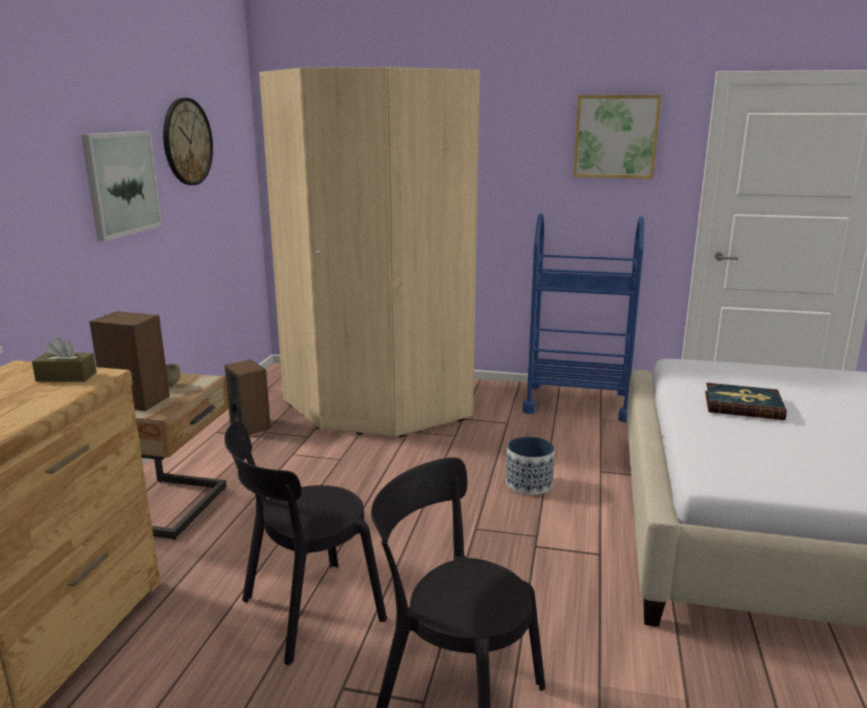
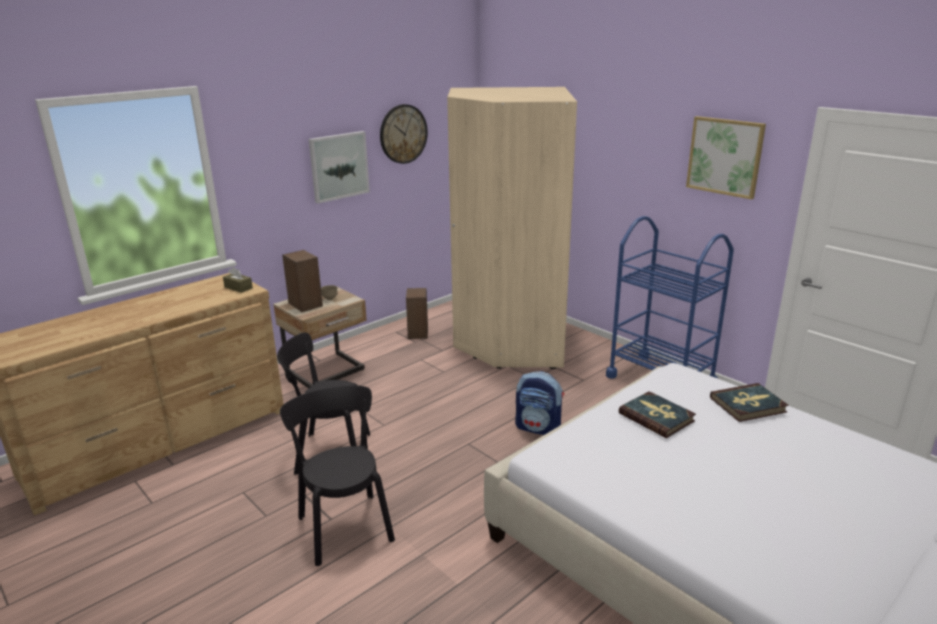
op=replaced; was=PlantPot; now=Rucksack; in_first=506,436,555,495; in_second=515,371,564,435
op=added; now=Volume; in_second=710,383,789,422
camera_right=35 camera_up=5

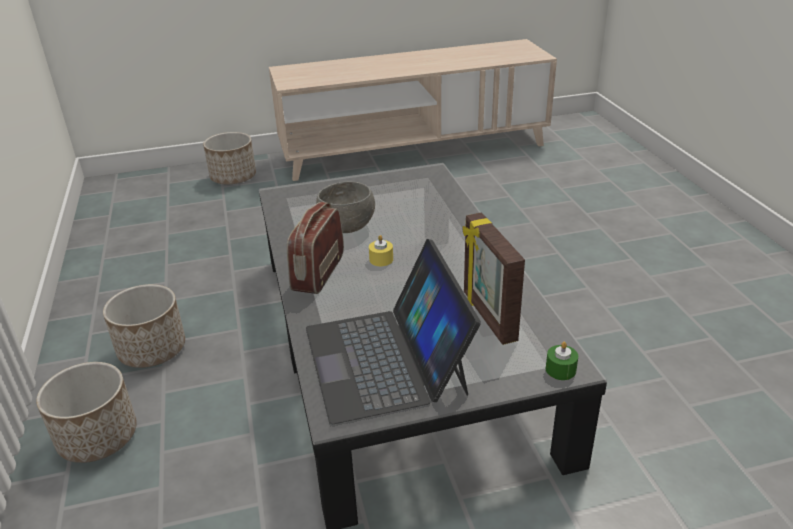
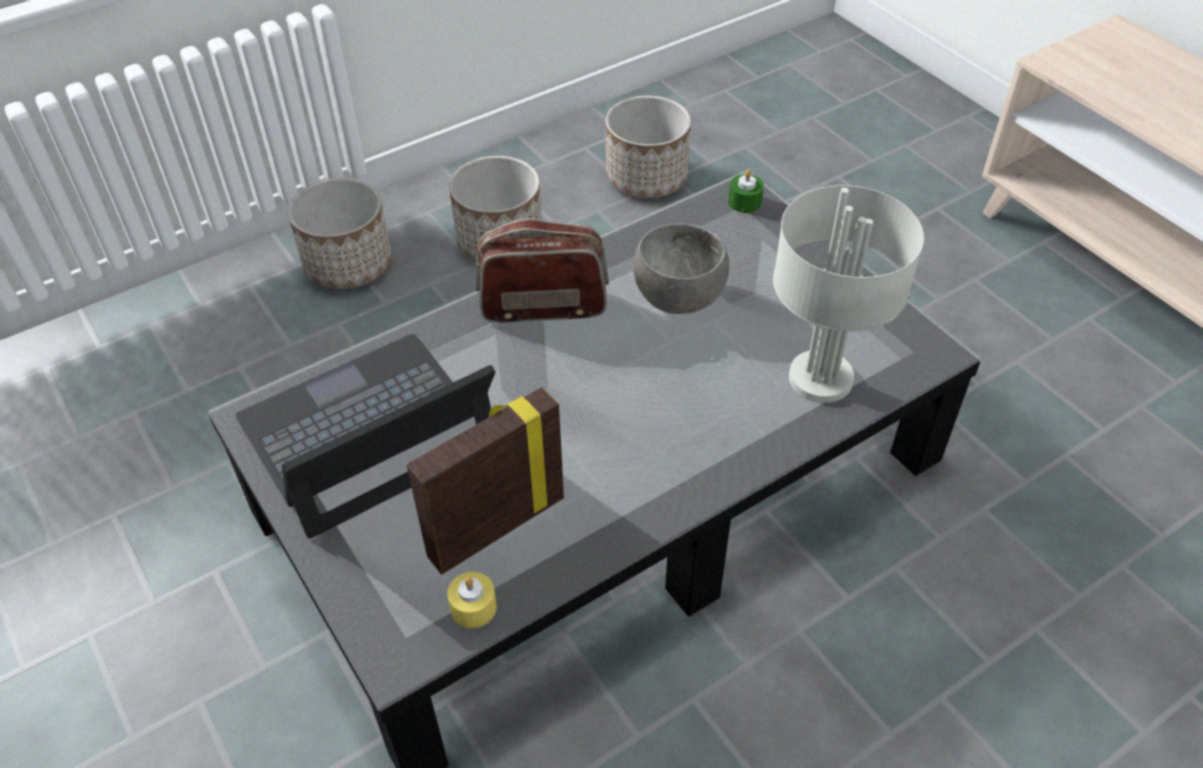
op=moved; was=YellowishWaxLight; in_first=369,235,393,266; in_second=447,572,497,628
op=moved; was=PlantPot; in_first=203,132,256,184; in_second=606,96,691,198
op=moved; was=GreenWaxLight; in_first=546,342,578,380; in_second=728,169,764,213
op=added; now=GreyLampForATable; in_second=773,185,924,403
camera_right=70 camera_up=15

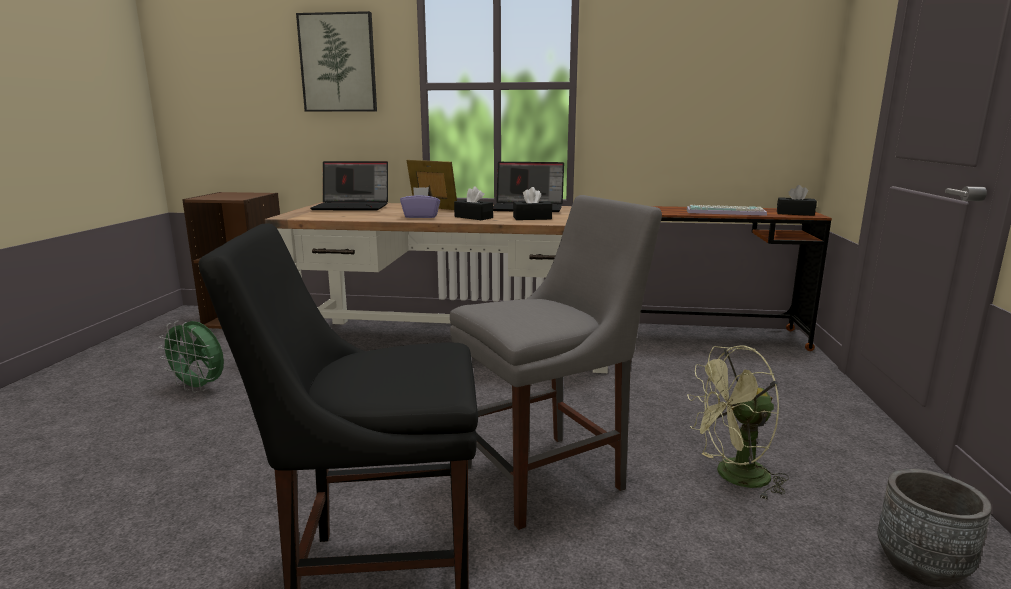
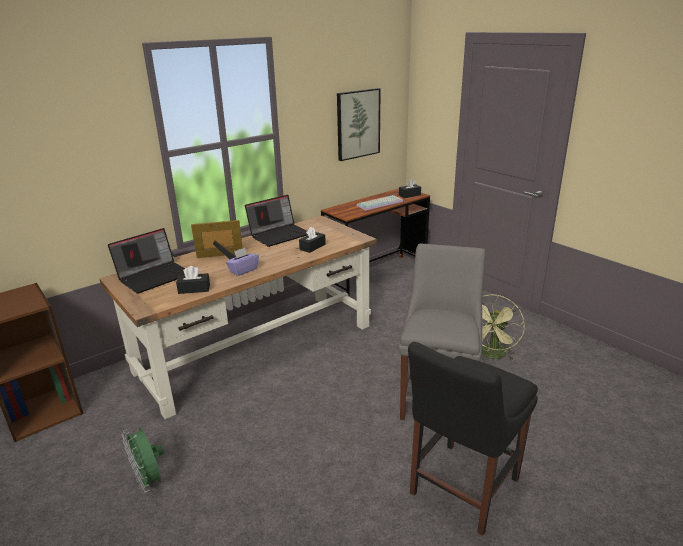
op=turned; was=GreenElectricFan; in_first=158,321,224,393; in_second=122,427,164,493; clockwise=75
op=moved; was=BlackTissueBox; in_first=454,186,493,220; in_second=176,266,210,294
op=moved; was=WallArt; in_first=296,11,377,112; in_second=337,88,381,161
op=removed; was=GreyPlantPot; in_first=878,469,992,587
camera_right=-45 camera_up=10

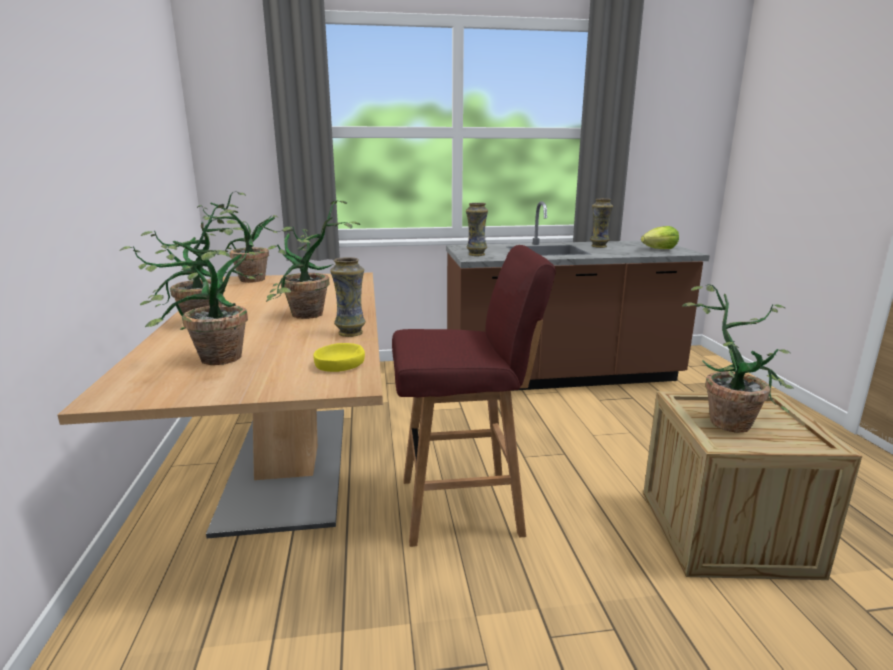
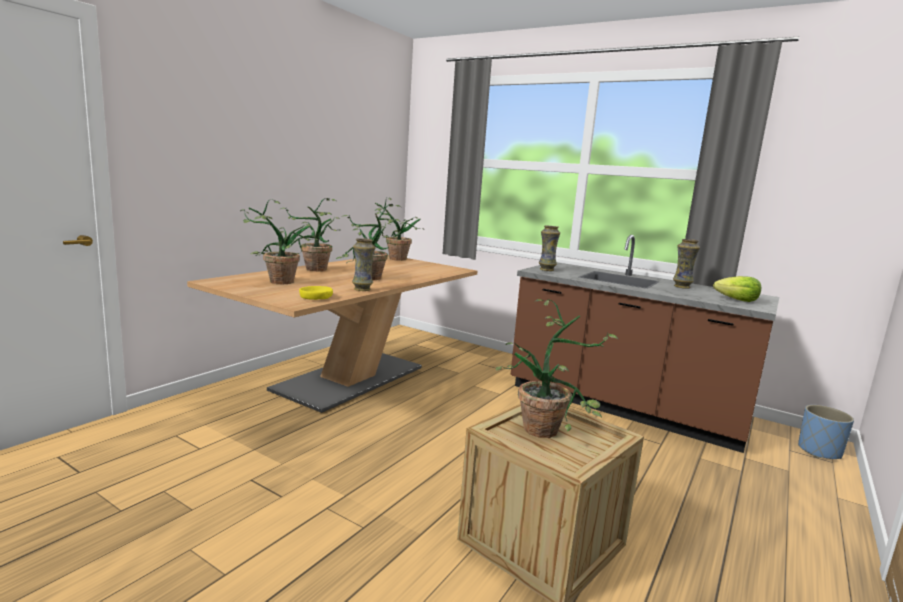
op=added; now=BluePlantPot; in_second=798,405,854,459
op=removed; was=ReddishStool; in_first=392,245,556,547
camera_right=40 camera_up=-5

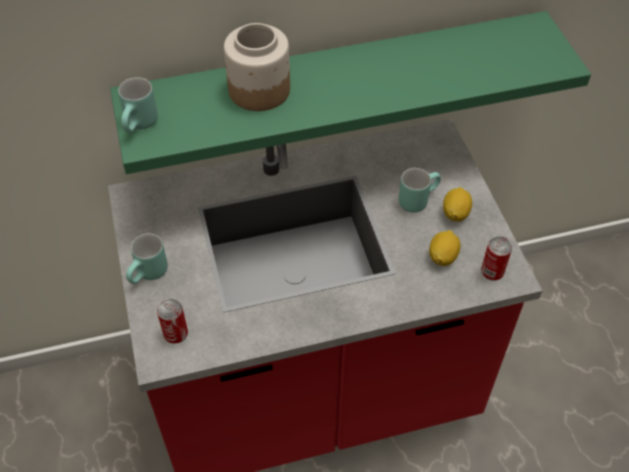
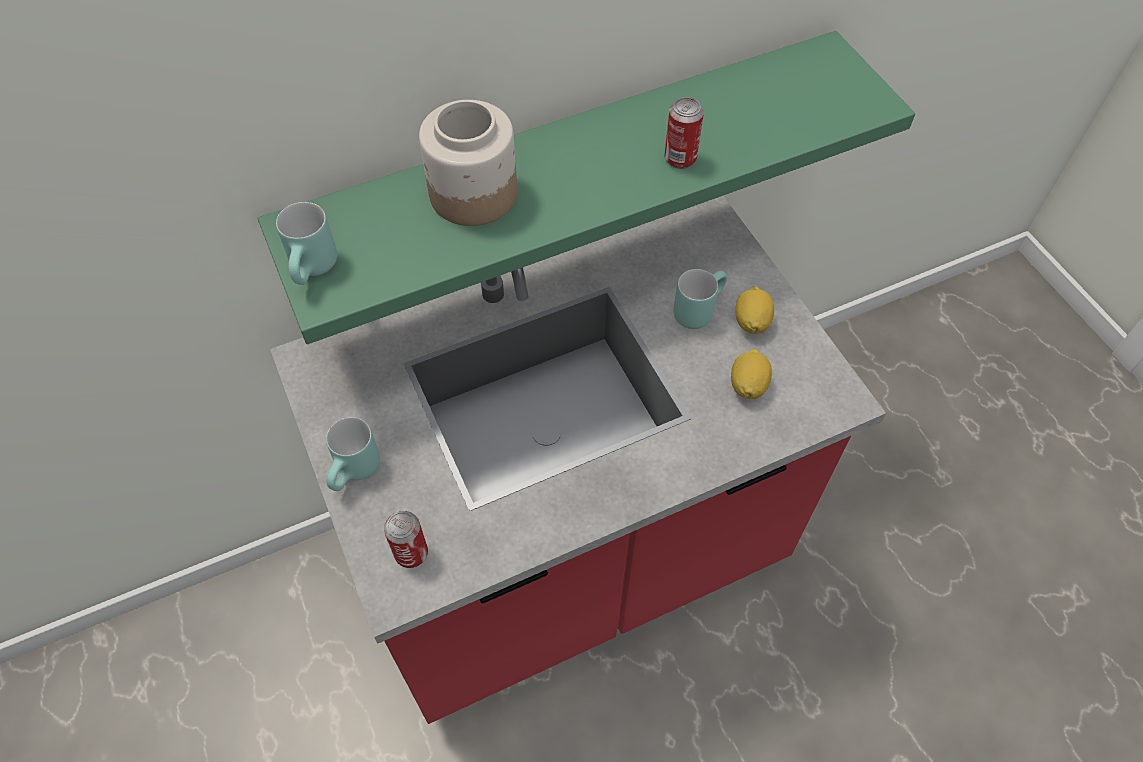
op=moved; was=SealedCan; in_first=481,236,512,281; in_second=664,97,704,169
camera_right=-10 camera_up=5

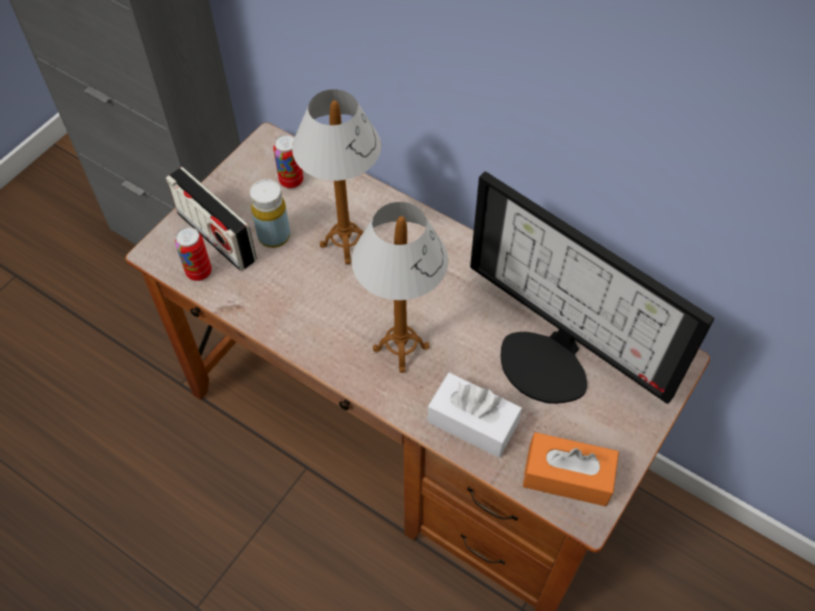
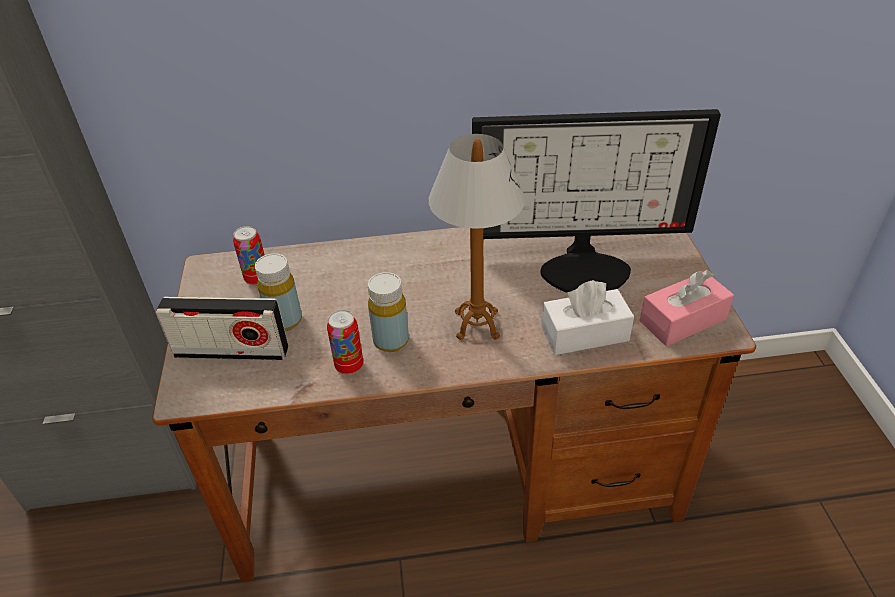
op=moved; was=SealedCan; in_first=175,227,212,281; in_second=327,310,363,375
op=added; now=YellowishBottle; in_second=368,272,409,352
op=recoloured; was=OrangeTissueBox; now=PinkColouredTissueBox; in_first=523,432,619,506; in_second=640,270,734,346
op=removed; was=LampForATable; in_first=292,89,381,264
camera_right=-40 camera_up=-15

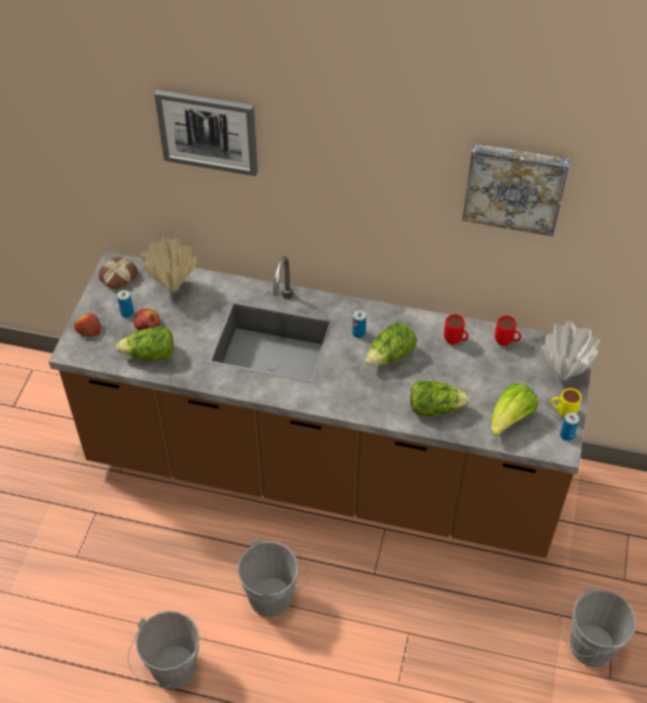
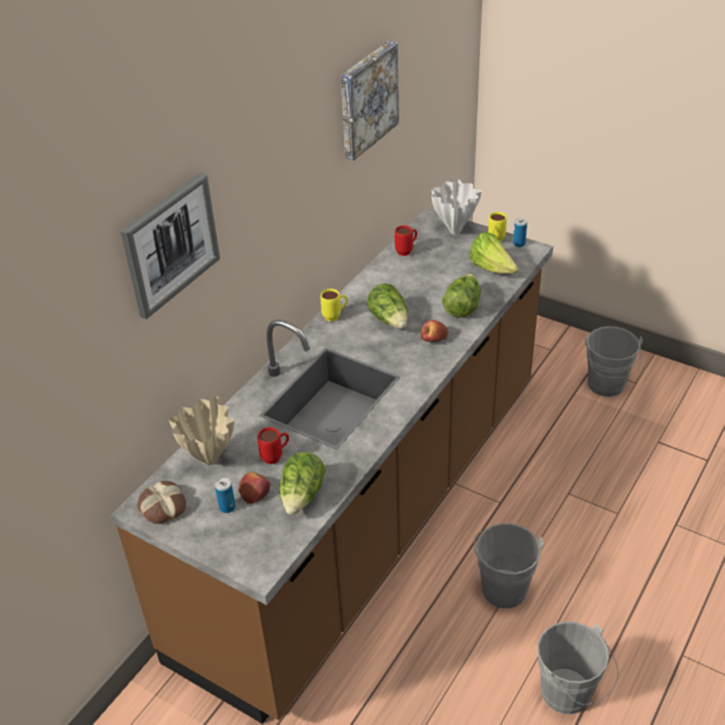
op=moved; was=ReddishMug; in_first=444,314,469,345; in_second=257,427,289,464
op=added; now=YellowishMug; in_second=320,289,348,321
op=moved; was=WholeApple; in_first=74,313,101,337; in_second=421,320,448,342
op=removed; was=SealedCan; in_first=352,310,366,338
camera_right=-70 camera_up=-10

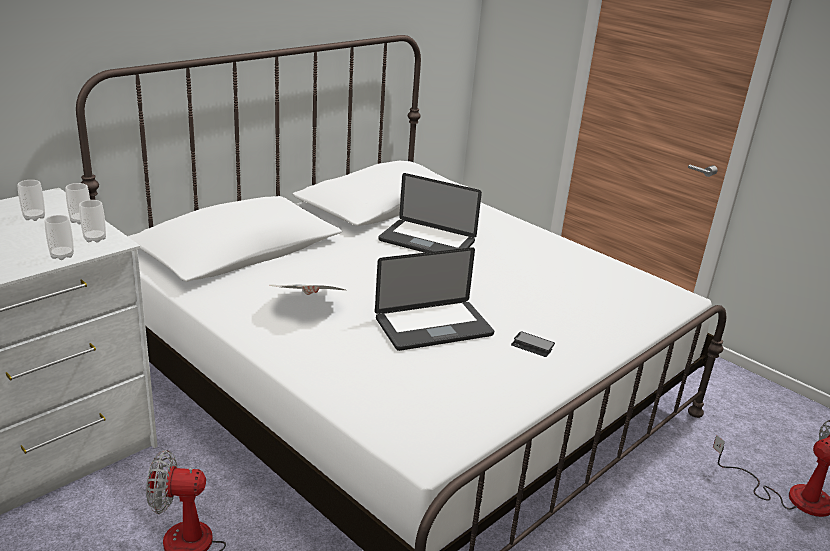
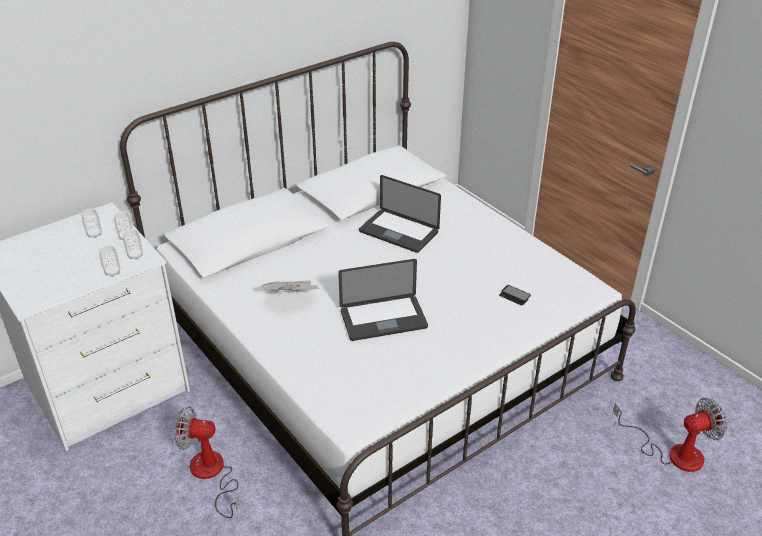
op=moved; was=Phone; in_first=511,331,555,357; in_second=499,285,531,306
camera_right=10 camera_up=10

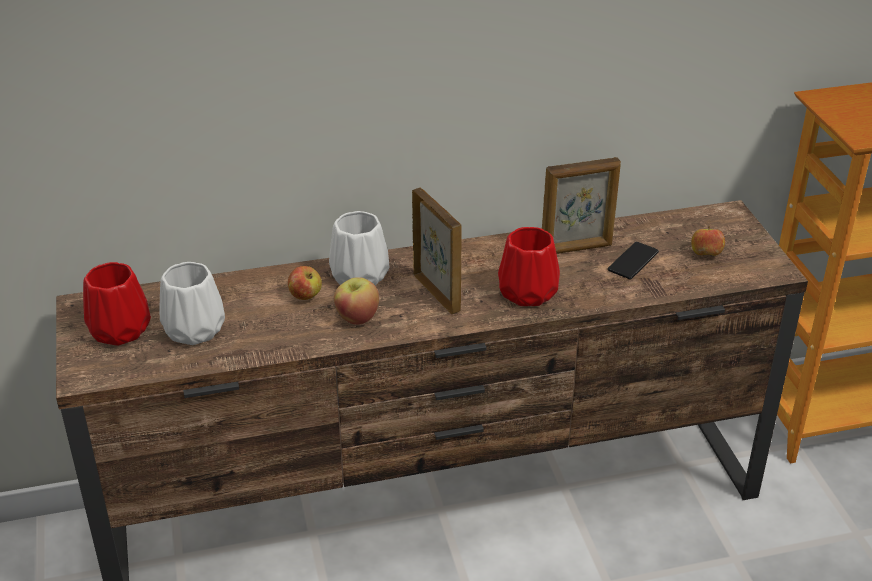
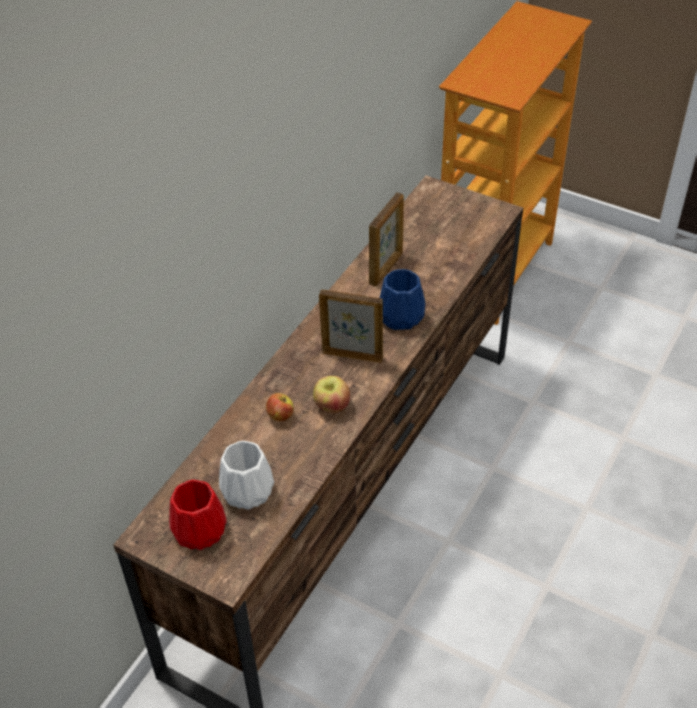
op=recoloured; was=ReddishVase; now=BlueVase; in_first=498,227,560,306; in_second=380,269,425,330
op=removed; was=WhiteVase; in_first=329,211,390,286
op=removed; was=Phone; in_first=608,242,659,279
op=removed; was=WholeApple; in_first=691,226,725,256
camera_right=-45 camera_up=10

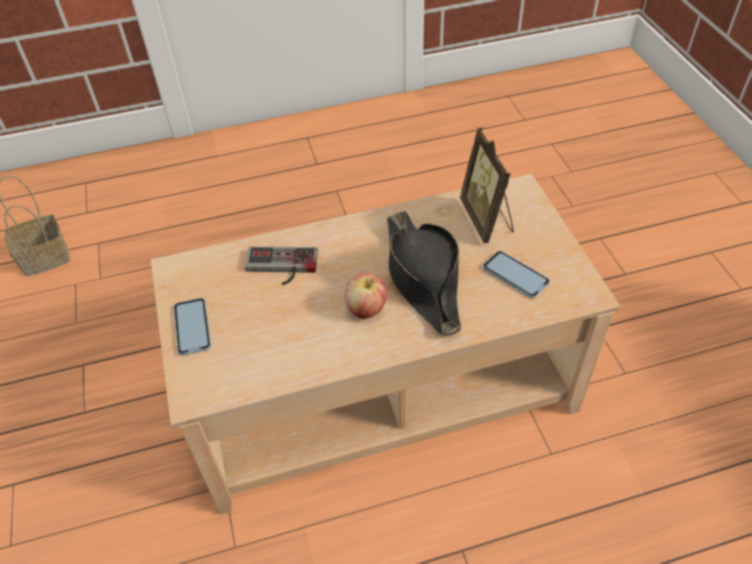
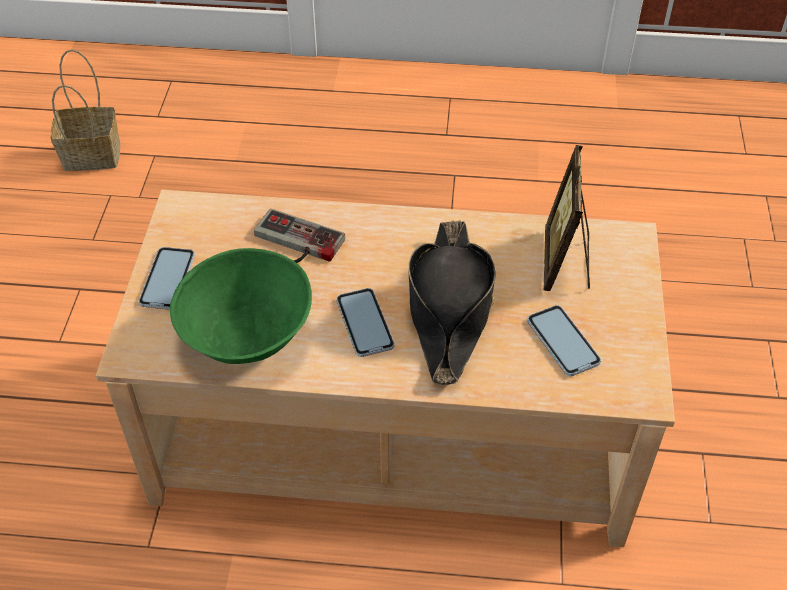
op=added; now=GreenBowl; in_second=170,248,312,364
op=replaced; was=WholeApple; now=Phone; in_first=345,274,387,319; in_second=336,288,395,357
camera_right=20 camera_up=0

